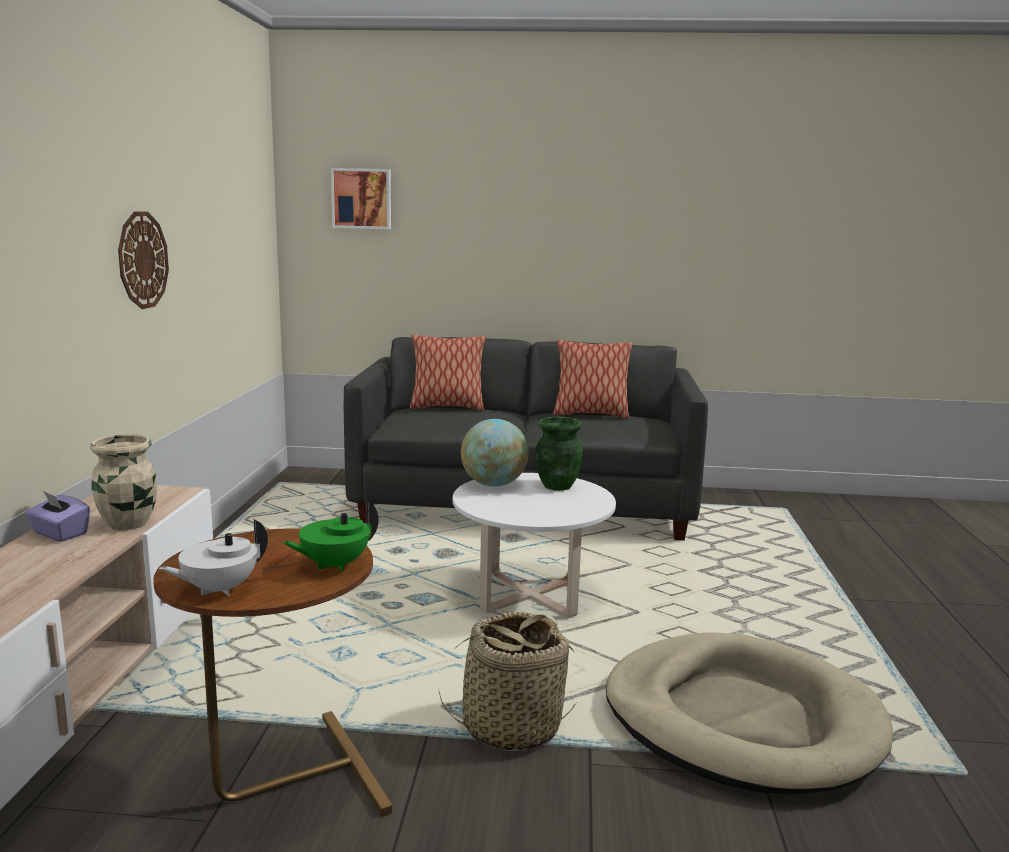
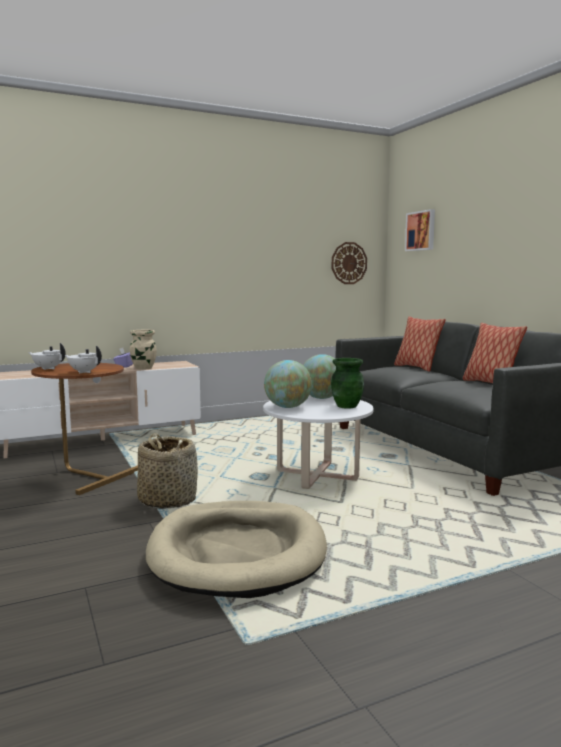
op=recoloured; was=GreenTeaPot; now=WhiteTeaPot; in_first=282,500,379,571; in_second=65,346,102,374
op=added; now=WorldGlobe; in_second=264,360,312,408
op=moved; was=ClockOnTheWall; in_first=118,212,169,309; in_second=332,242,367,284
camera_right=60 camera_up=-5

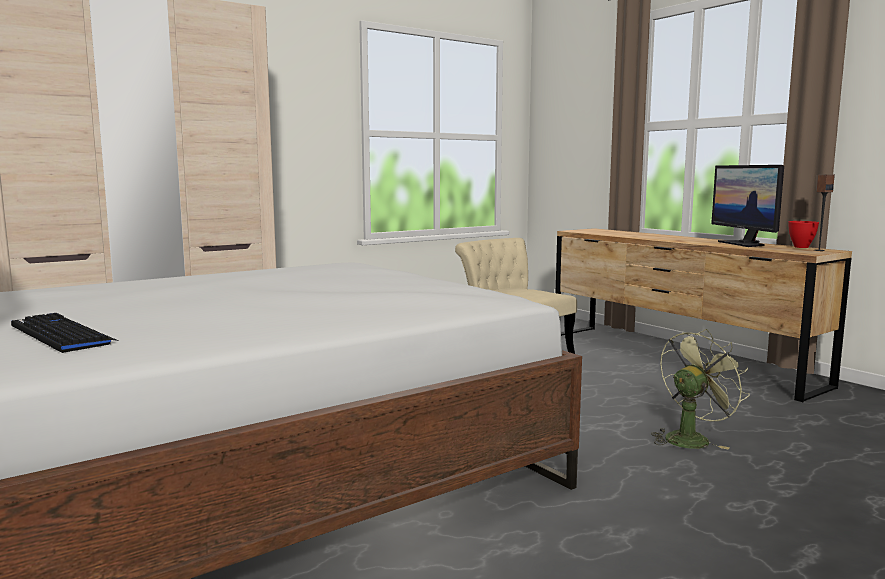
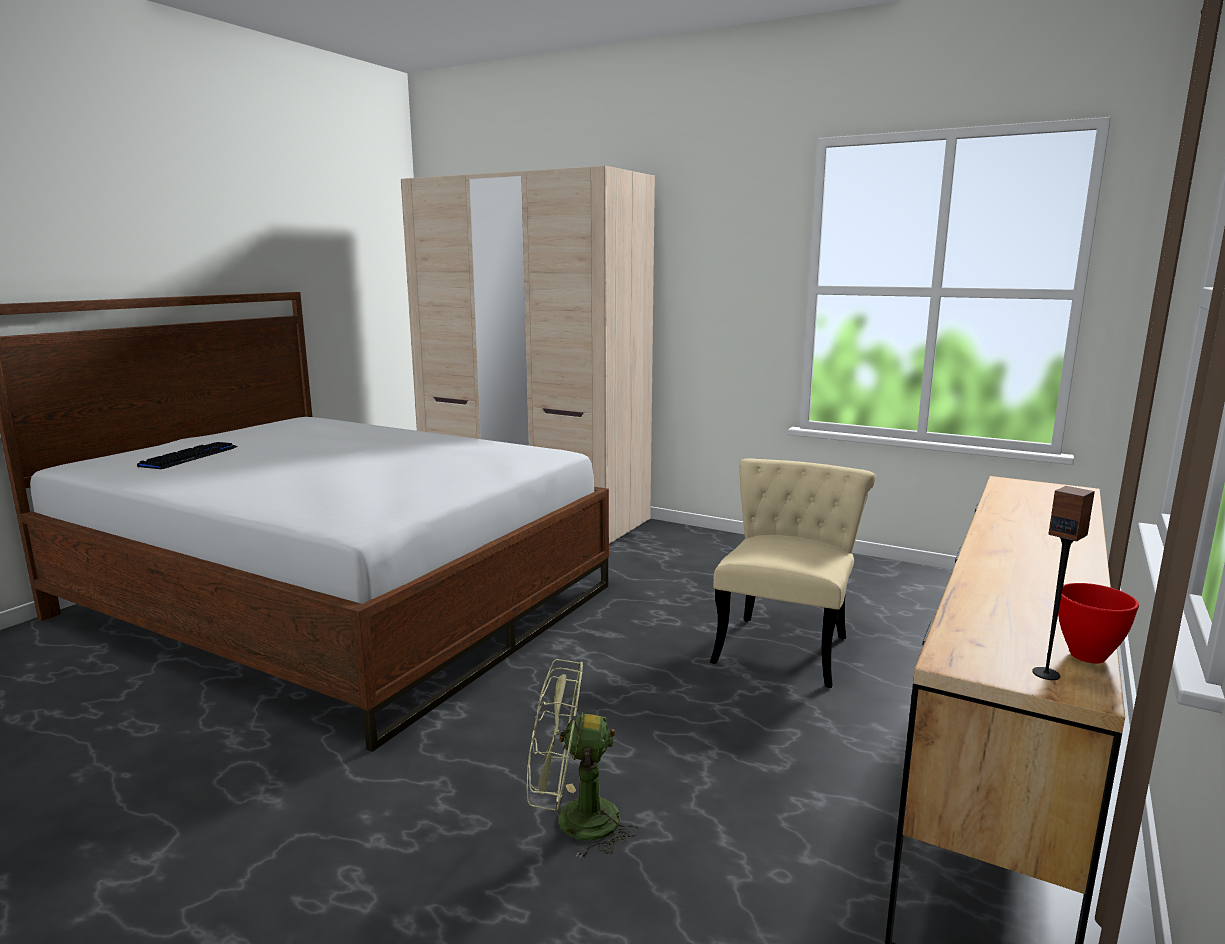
op=turned; was=GreenElectricFan; in_first=651,329,750,450; in_second=527,659,639,859; clockwise=150
op=removed; was=ComputerDisplay; in_first=711,165,784,247
camera_right=65 camera_up=5

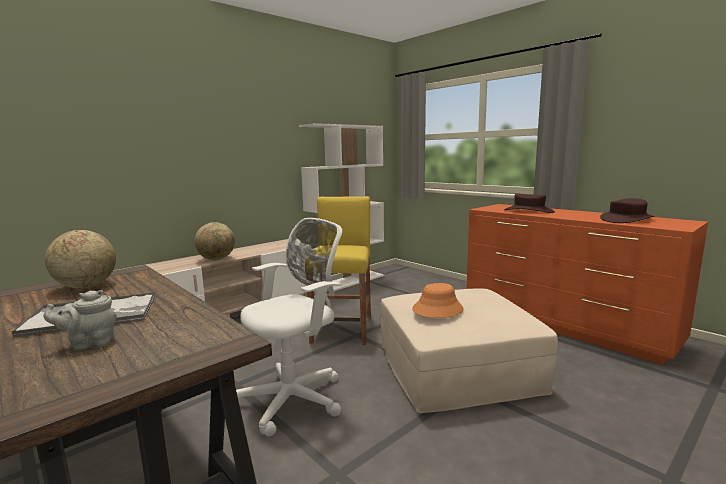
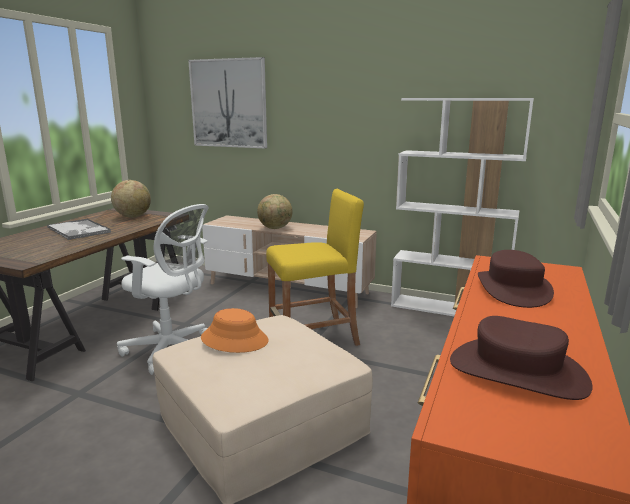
op=added; now=WallArt; in_second=188,57,267,148
op=removed; was=GreyTeaPot; in_first=44,290,117,351
camera_right=65 camera_up=5

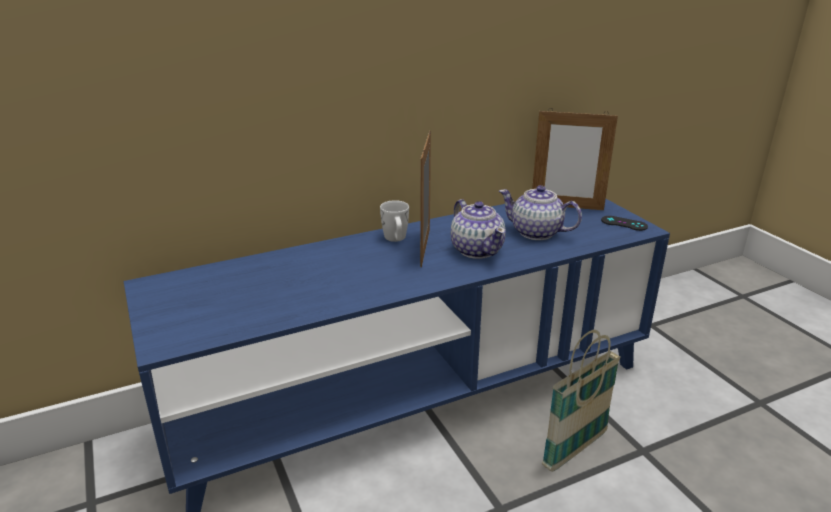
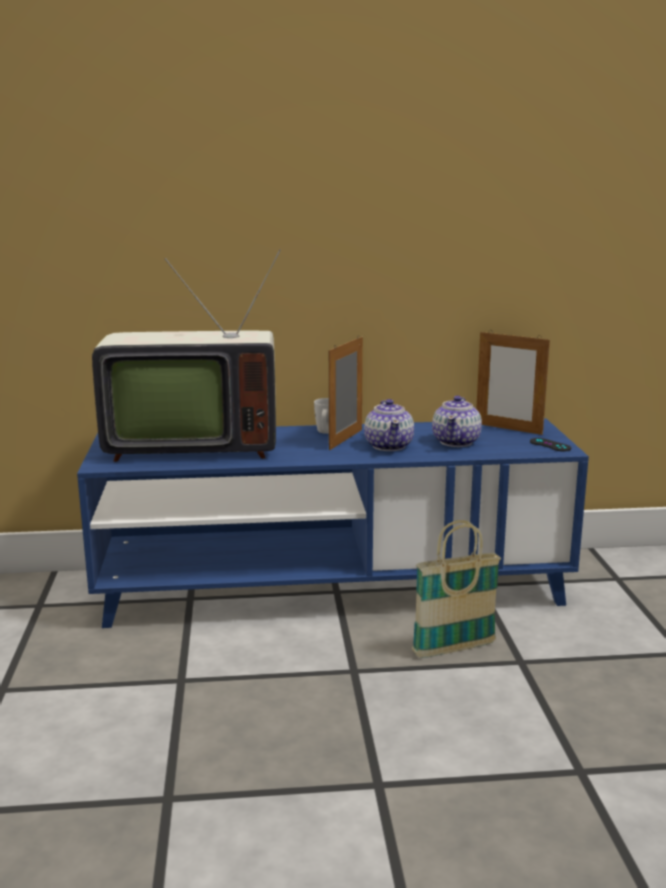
op=added; now=Tv; in_second=92,249,281,462
op=turned; was=TeaPot; in_first=499,185,582,240; in_second=432,396,482,447; clockwise=-120
camera_right=20 camera_up=-10

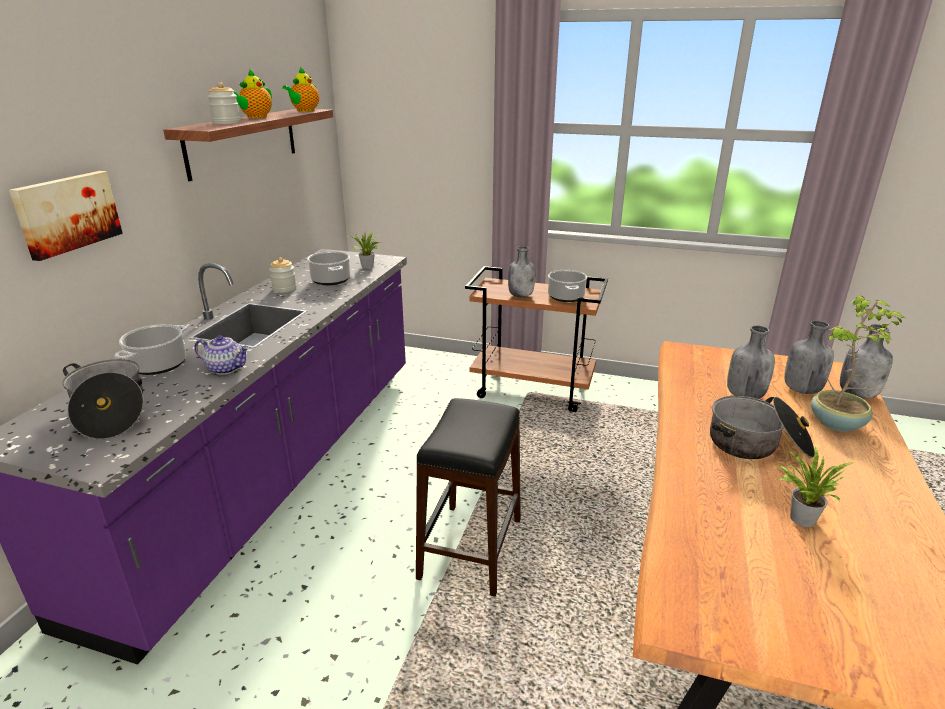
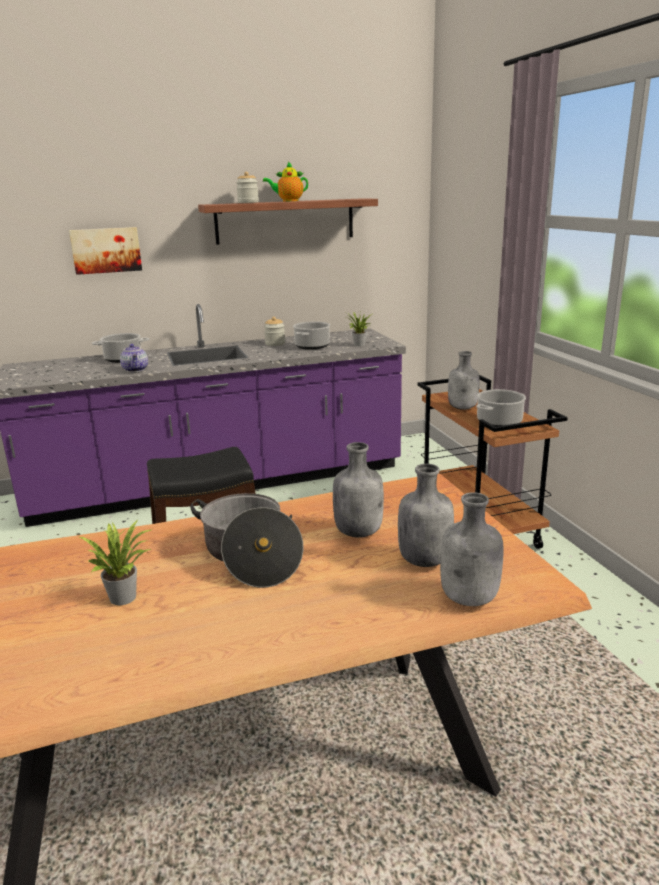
op=removed; was=CookingPot; in_first=62,359,144,439
op=removed; was=TeaPot; in_first=282,66,319,112
op=removed; was=Houseplant; in_first=811,296,905,432
camera_right=55 camera_up=-5

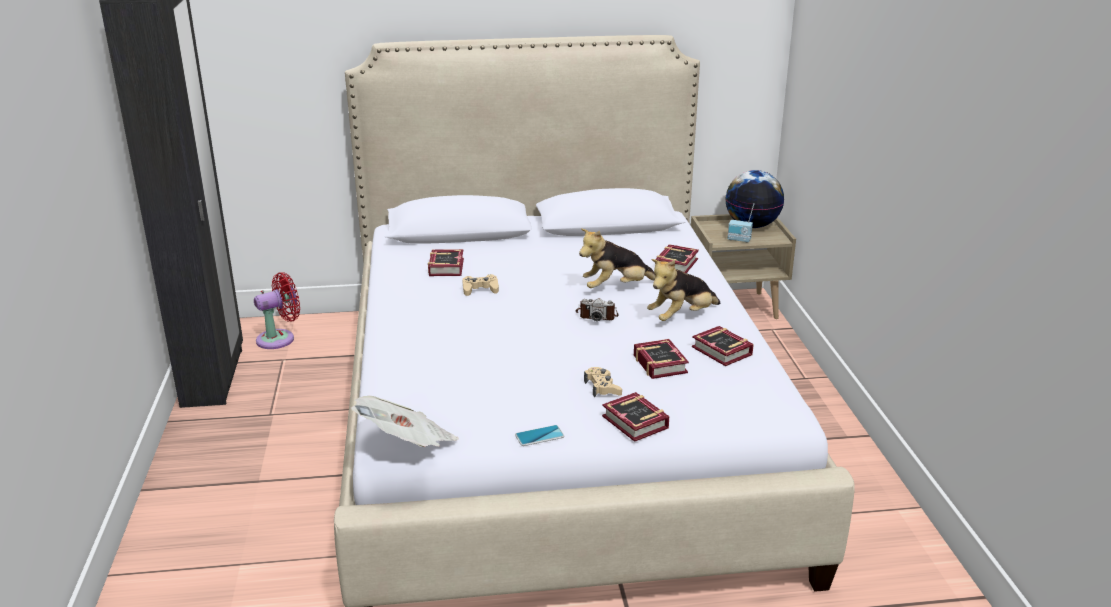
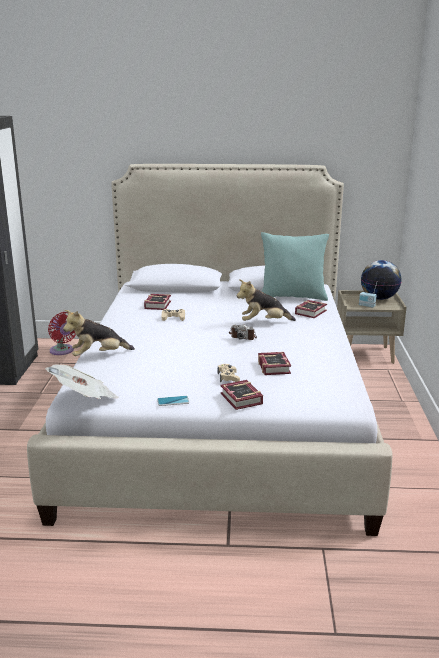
op=turned; was=ReddishElectricFan; in_first=254,272,300,349; in_second=48,312,76,355; clockwise=75
op=moved; was=SoftToy; in_first=647,259,721,321; in_second=63,310,135,356
op=added; now=TurquoiseColouredThrowPillow; in_second=261,232,329,301
op=removed; was=Volume; in_first=692,326,754,366
camera_right=10 camera_up=-5

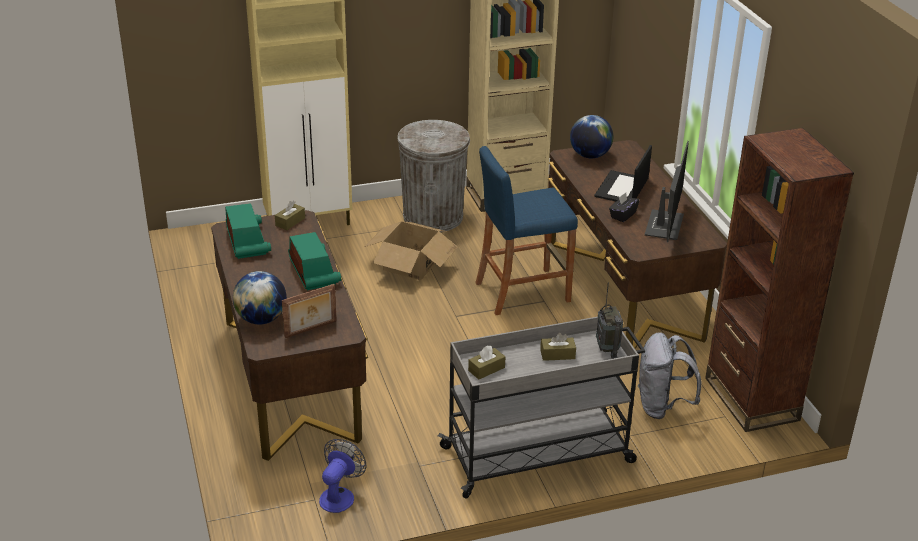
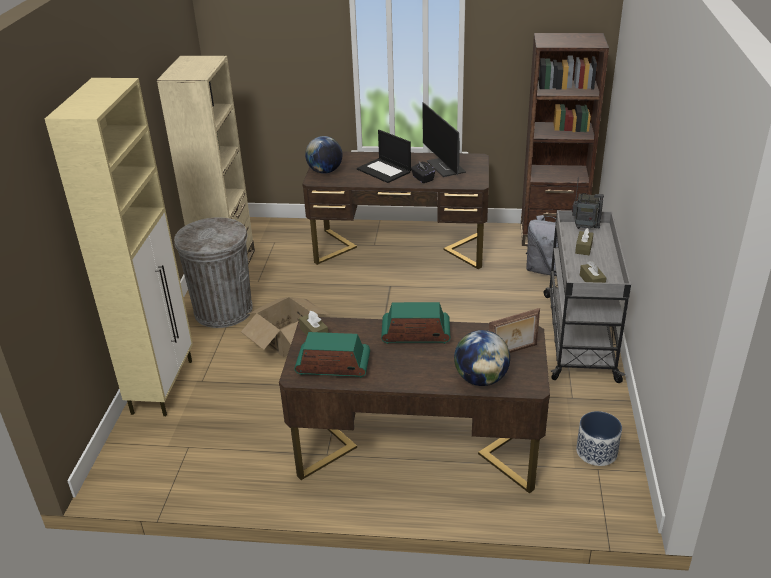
op=turned; was=ComputerDisplay; in_first=645,141,689,242; in_second=422,102,466,177; clockwise=-150
op=turned; was=StandingFrame; in_first=282,284,337,338; in_second=489,308,540,353; clockwise=75
op=replaced; was=ElectricFan; now=PlantPot; in_first=319,439,366,513; in_second=576,411,622,466
op=removed; was=BlueStool; in_first=475,146,578,315
camera_right=-65 camera_up=0

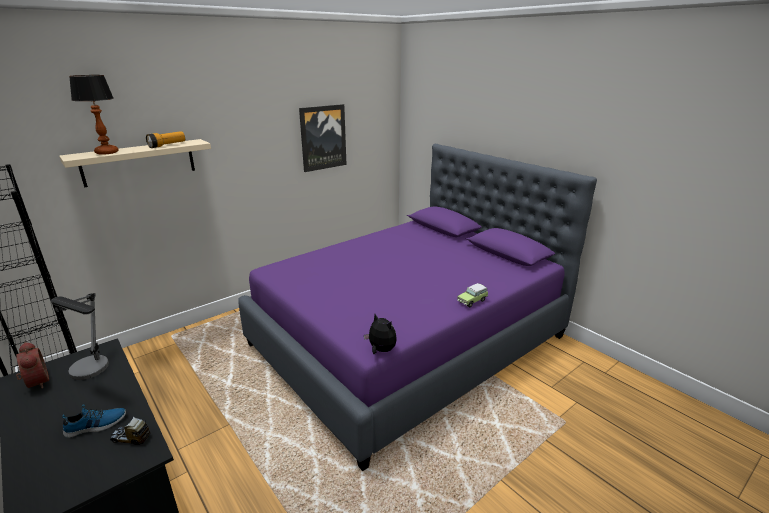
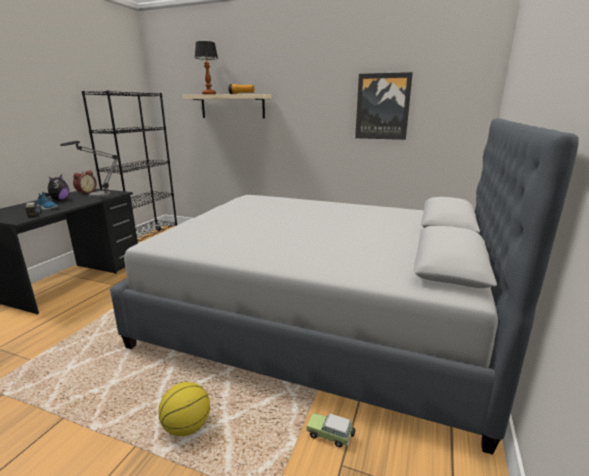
op=moved; was=SoftToy; in_first=364,314,397,354; in_second=44,175,69,201
op=recoloured; was=PurpleColouredBedroomBed; now=GreyBedroomBed; in_first=238,144,597,471; in_second=110,118,579,455
op=added; now=Basketball; in_second=158,382,210,436
op=moved; was=MiniatureCar; in_first=457,283,488,308; in_second=306,413,355,447
camera_right=60 camera_up=-5

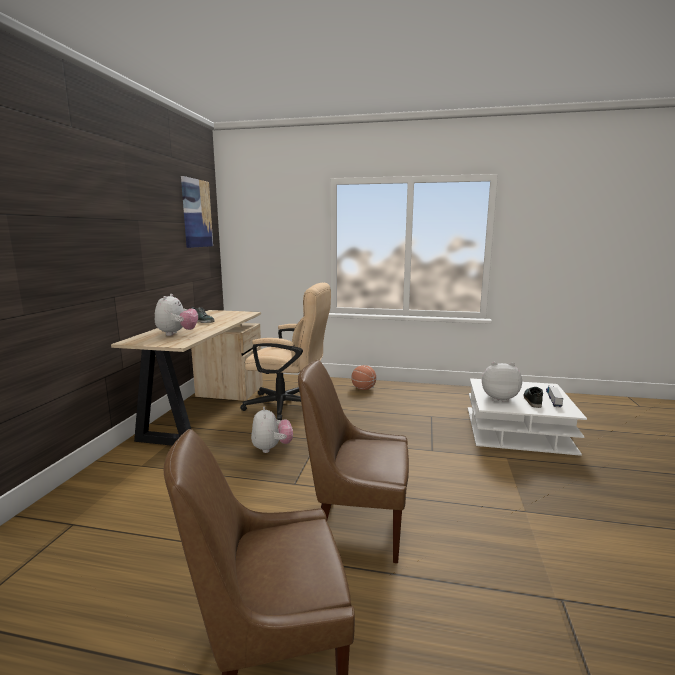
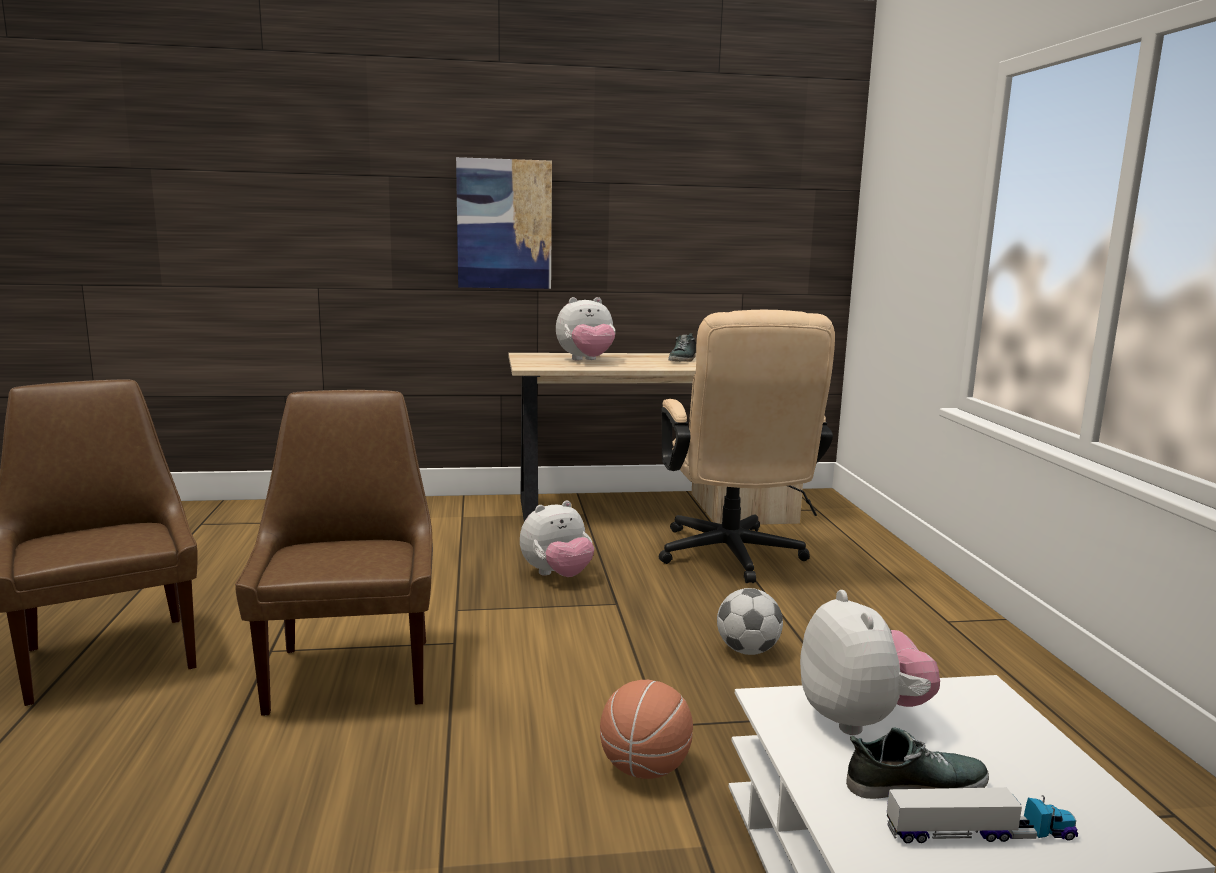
op=moved; was=WallArt; in_first=181,176,213,248; in_second=456,157,552,289
op=moved; was=Basketball; in_first=351,365,376,390; in_second=600,680,693,779
op=added; now=Football; in_second=717,588,783,655
camera_right=70 camera_up=0

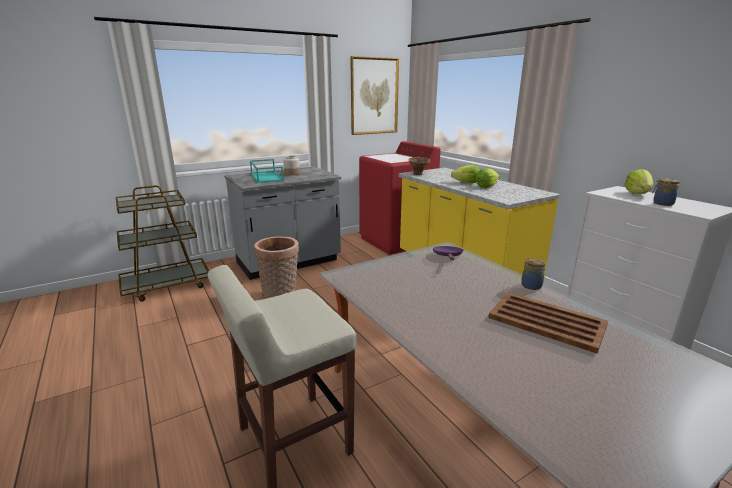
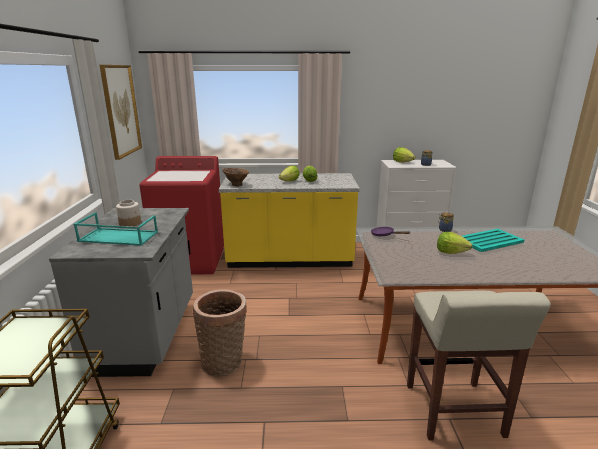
op=added; now=Lettuce; in_second=437,232,472,254
op=recoloured; was=BrownishServingTray; now=TurquoiseColouredServingTray; in_first=488,292,608,354; in_second=462,229,524,252
camera_right=-60 camera_up=0

